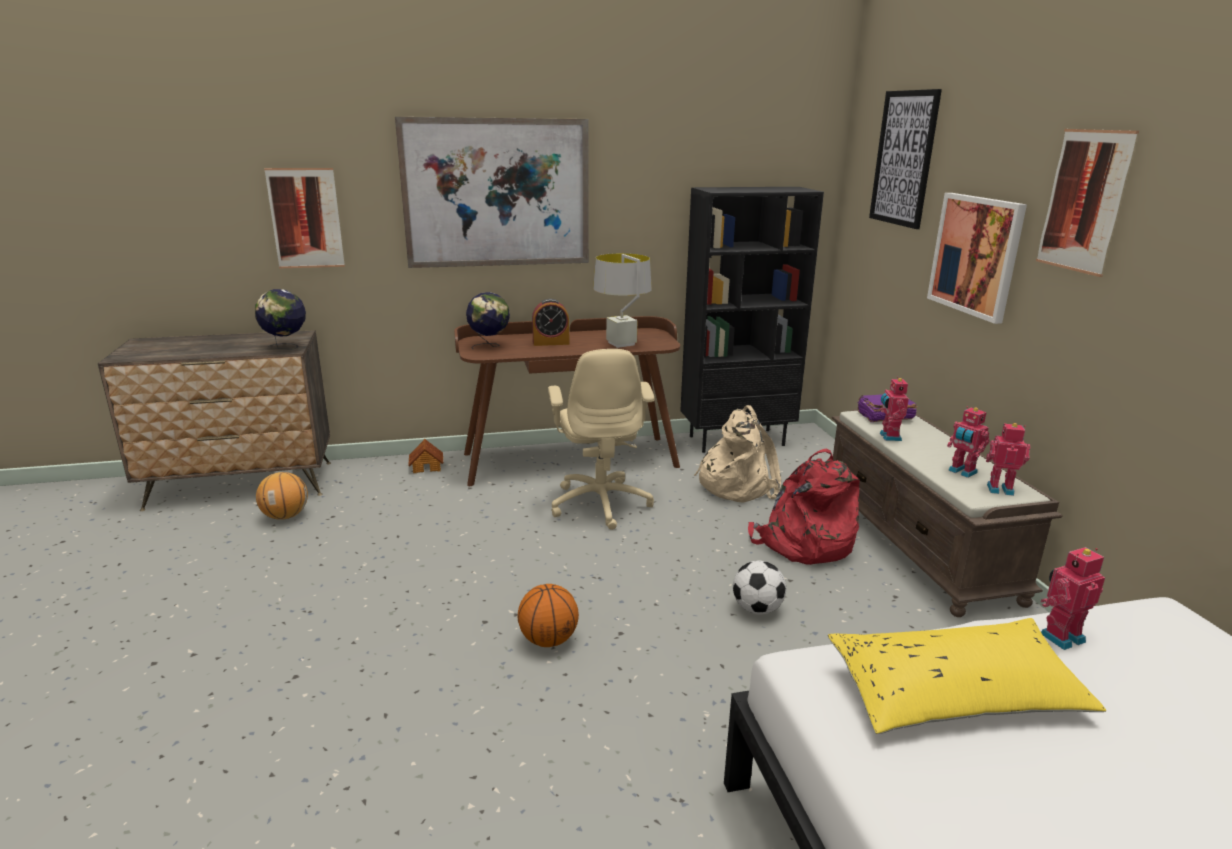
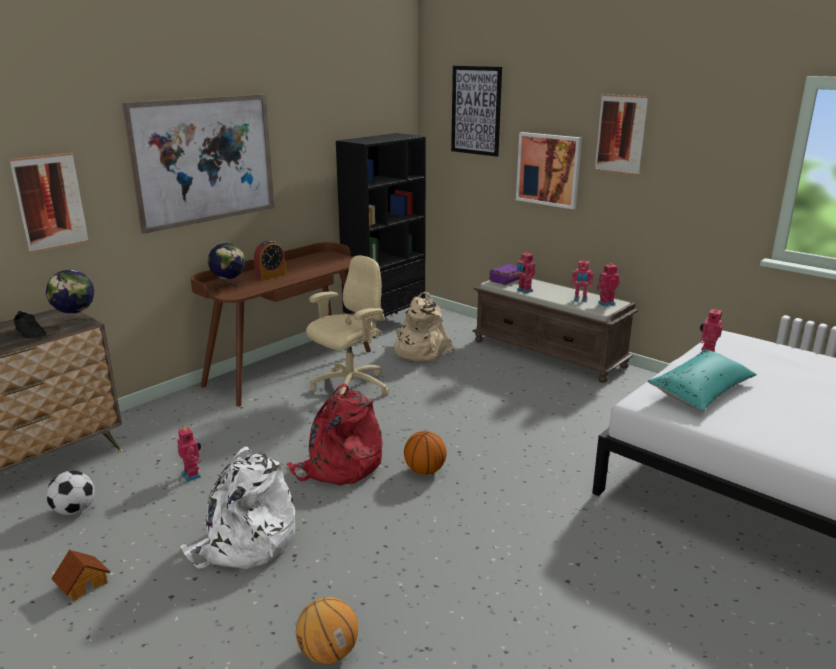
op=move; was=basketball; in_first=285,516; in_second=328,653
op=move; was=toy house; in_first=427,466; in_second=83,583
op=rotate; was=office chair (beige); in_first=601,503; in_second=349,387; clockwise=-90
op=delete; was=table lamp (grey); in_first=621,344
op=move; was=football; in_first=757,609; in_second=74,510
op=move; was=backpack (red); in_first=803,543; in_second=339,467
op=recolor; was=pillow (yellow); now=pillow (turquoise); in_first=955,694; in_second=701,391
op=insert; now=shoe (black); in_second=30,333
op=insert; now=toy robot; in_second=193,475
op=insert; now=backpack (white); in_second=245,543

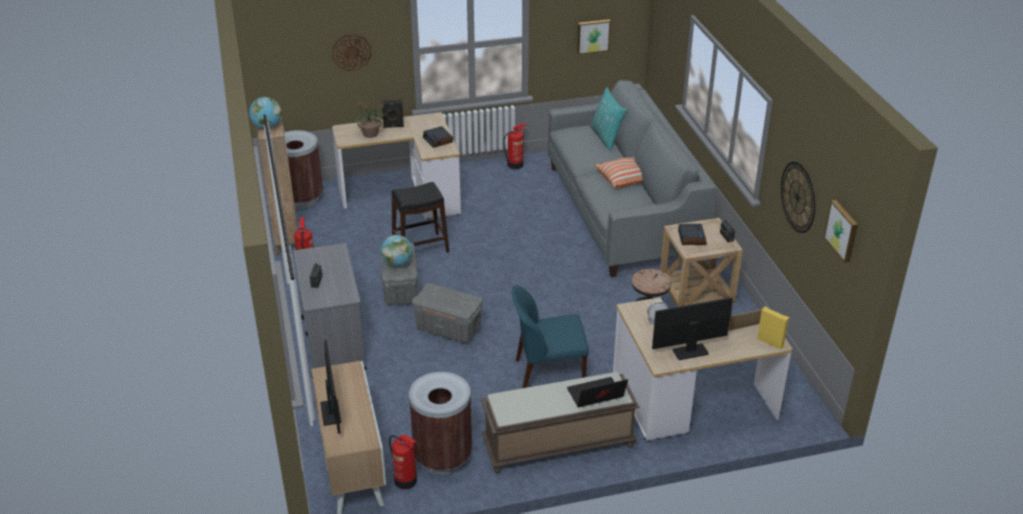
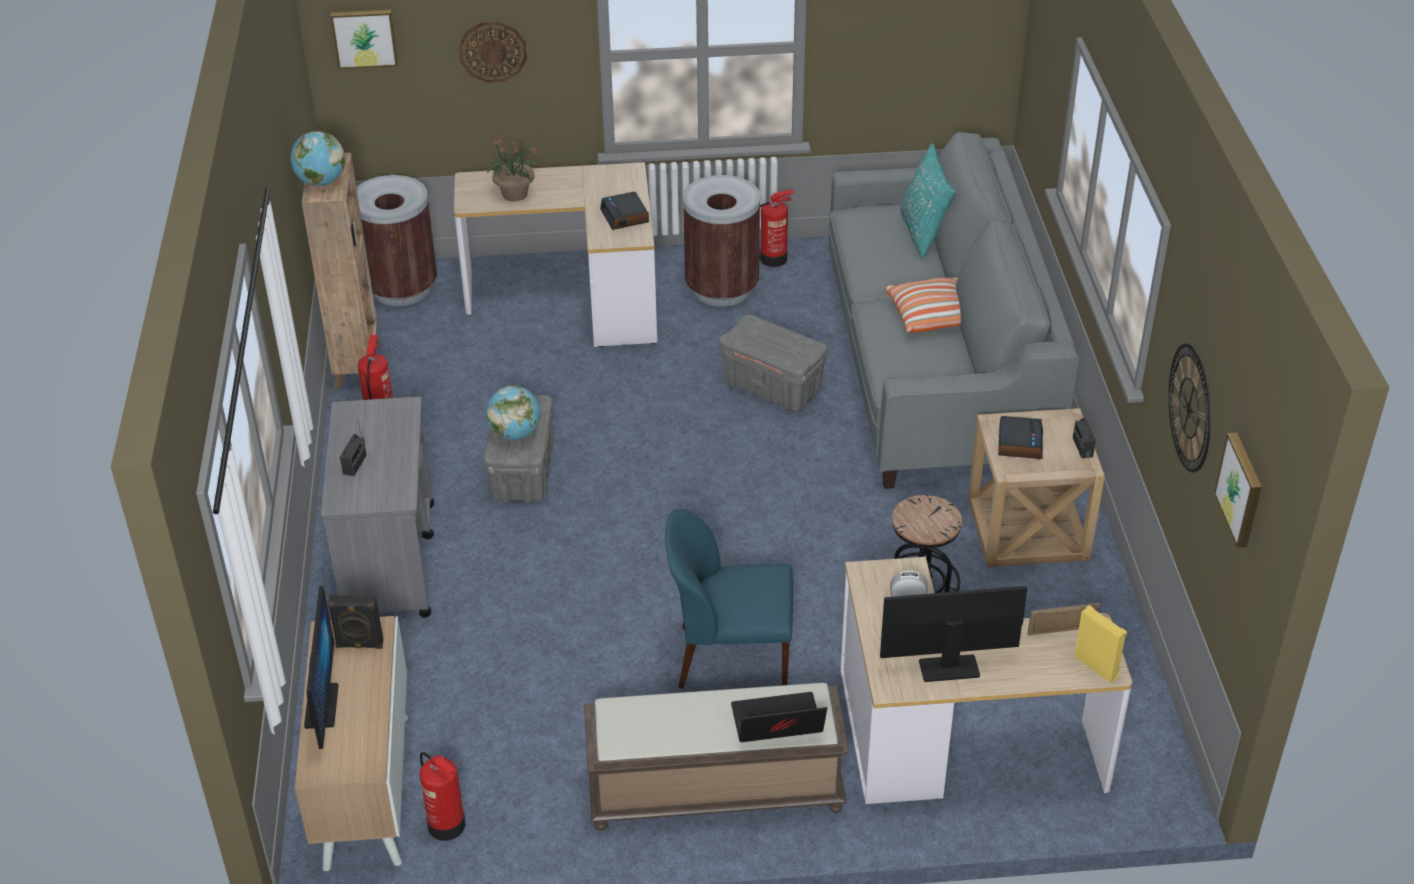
op=move; was=speaker (black); in_first=393,126; in_second=359,645
op=delete; was=stool (black); in_first=420,248
op=move; was=trash can (brown); in_first=443,456; in_second=722,288
op=move; was=storage box (grey); in_first=447,329; in_second=771,387
op=move; was=picture; in_first=593,36; in_second=364,37

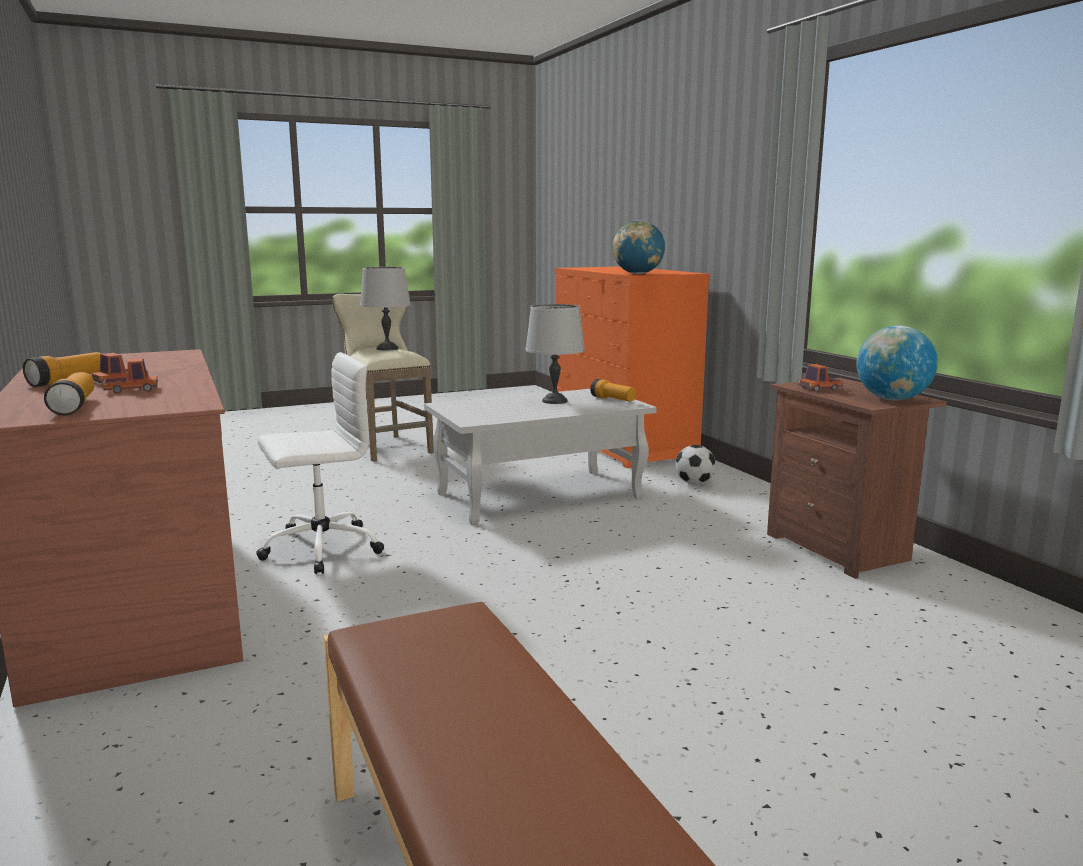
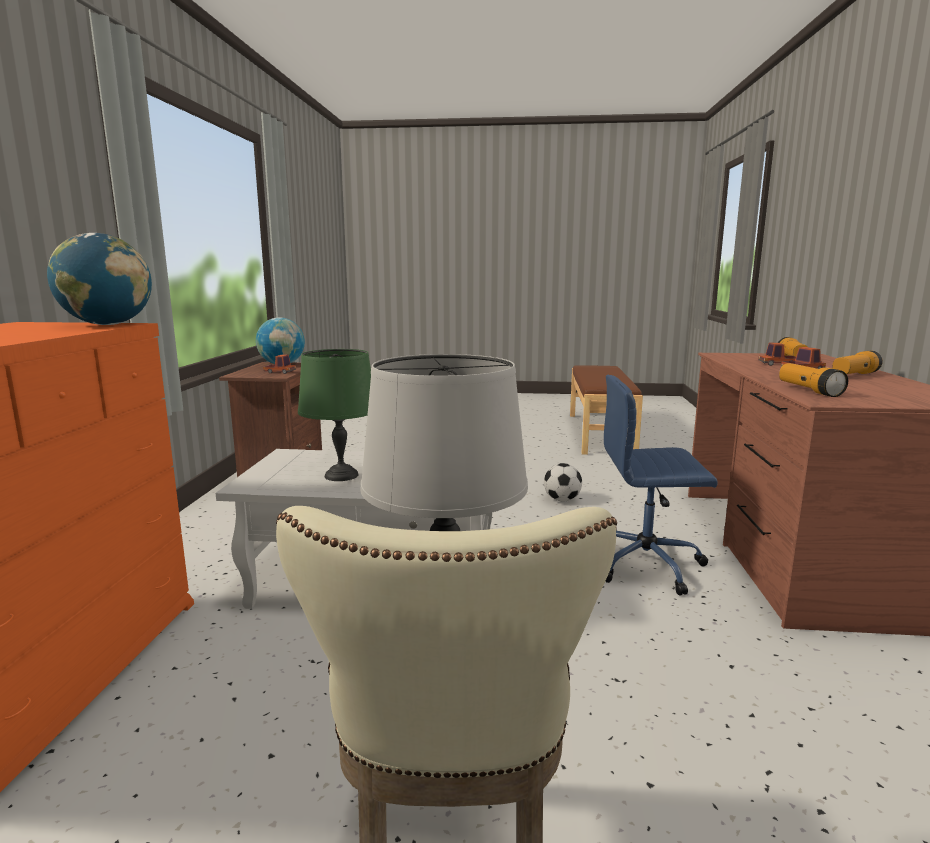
op=recolor; was=office chair (white); now=office chair (blue); in_first=319,548; in_second=647,564
op=recolor; was=table lamp (grey); now=table lamp (green); in_first=555,401; in_second=341,475
op=move; was=flashlight; in_first=613,400; in_second=809,390
op=move; was=football; in_first=694,483; in_second=562,500

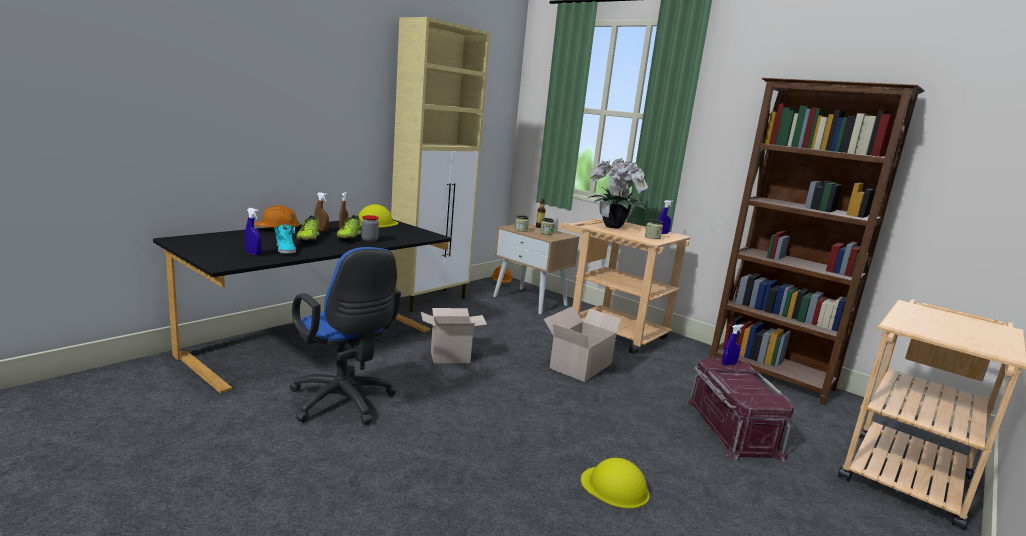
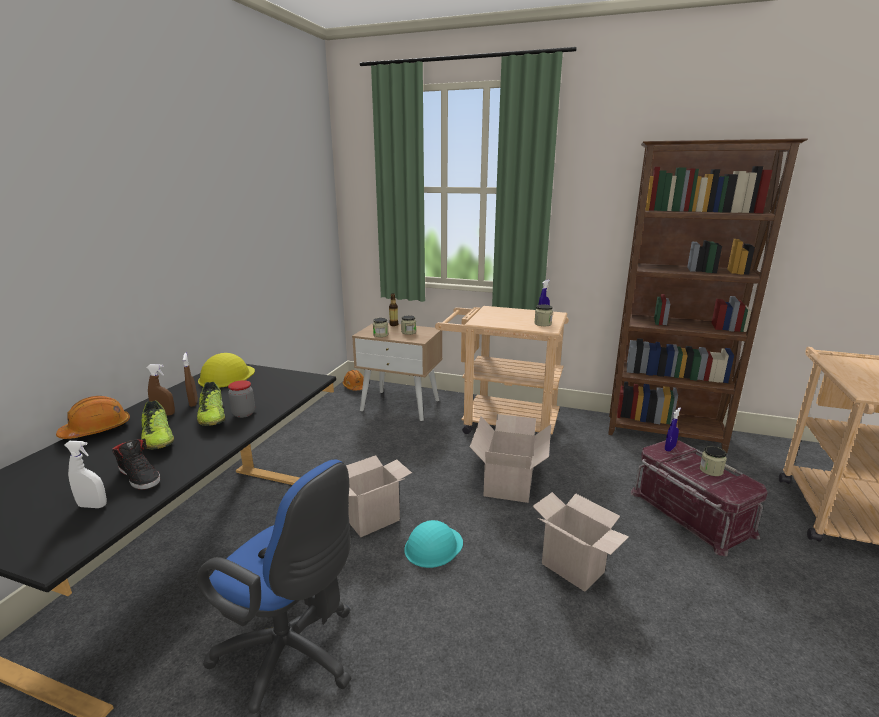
op=recolor; was=spray bottle (blue); now=spray bottle (white); in_first=253,254; in_second=93,506
op=recolor; was=shoe (turquoise); now=shoe (black); in_first=286,250; in_second=140,476
op=delete; was=cabinet (beige); in_first=430,300
op=delete; was=hard hat (yellow); in_first=615,487
op=delete; was=potted plant; in_first=614,227
op=insert; now=hard hat (turquoise); in_second=433,546
op=insert; now=cardboard box; in_second=575,568
op=insert; now=jar; in_second=711,470

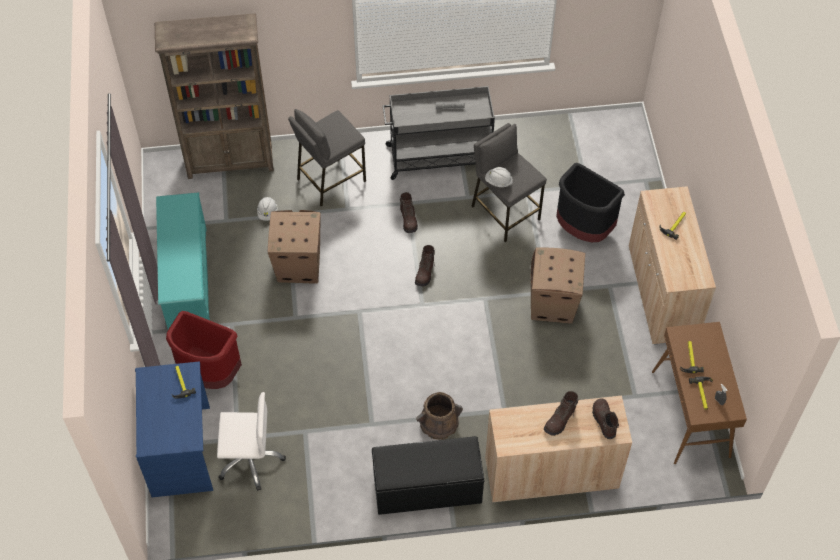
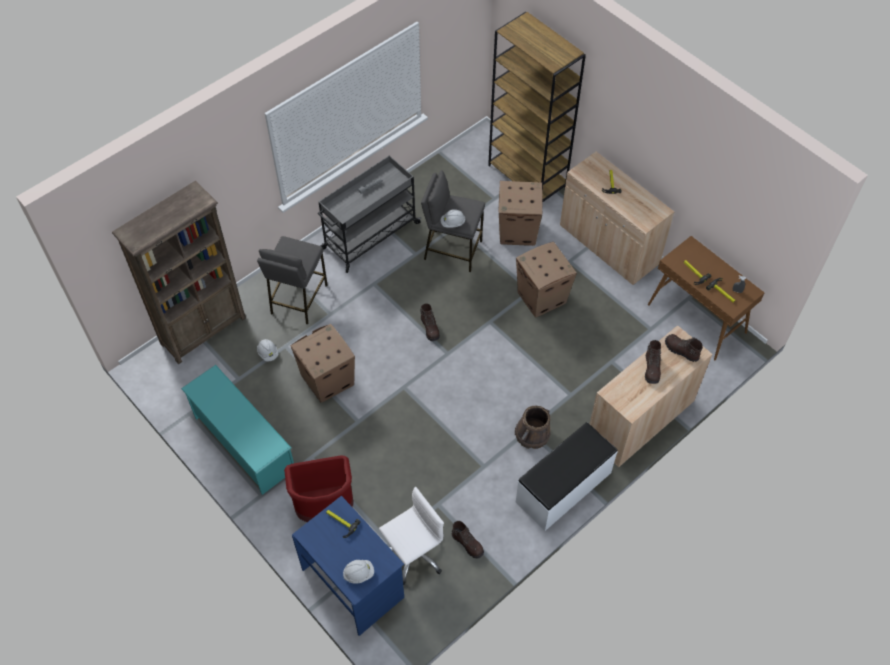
op=recolor; was=bench (black); now=bench (white); in_first=427,488; in_second=564,488
op=move; was=boot (brown); in_first=408,220; in_second=468,544
op=replace; was=trash can (black); now=cardboard box; in_first=583,229; in_second=518,231
op=insert; now=hard hat (white); in_second=359,573
op=insert; now=bookcase (brown); in_second=527,177

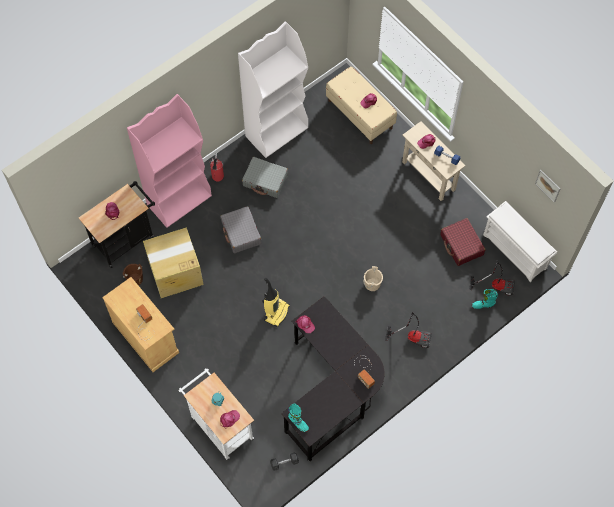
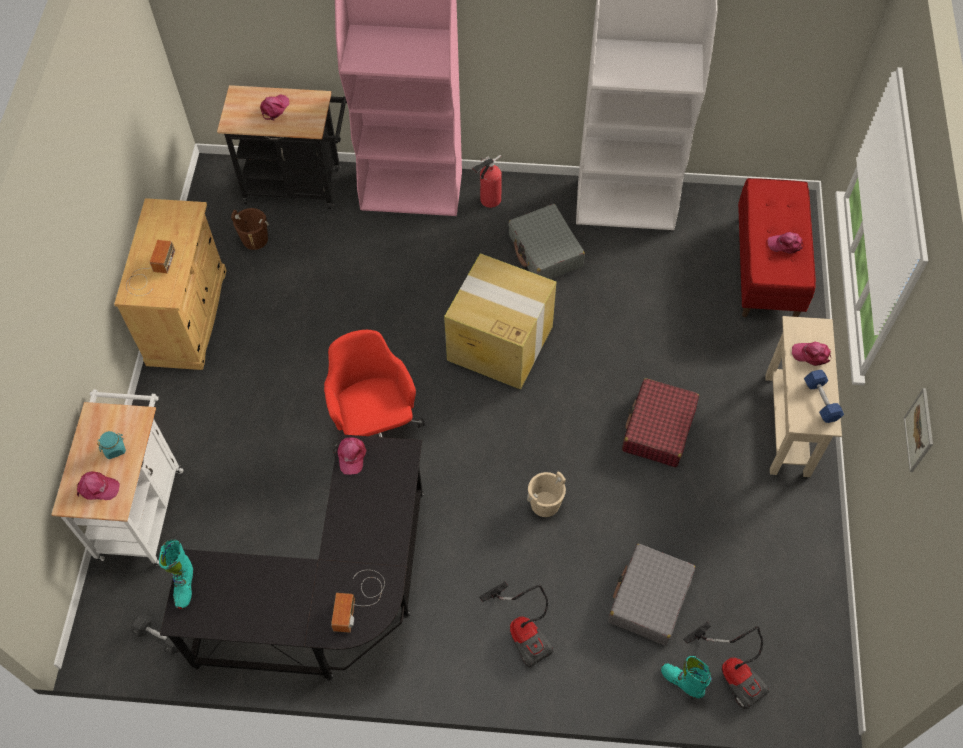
op=move; was=cardboard box; in_first=175,272; in_second=499,343
op=move; was=suitcase (grey); in_first=241,233; in_second=649,599
op=replace; was=vacuum cleaner; now=office chair (red); in_first=276,312; in_second=375,426
op=recolor; was=bench (beige); now=bench (red); in_first=360,114; in_second=767,268
op=move; was=suitcase (red); in_first=461,245; in_second=658,429
op=delete; was=shoe rack (white); in_first=515,251
op=move; was=picture; in_first=548,185; in_second=919,430

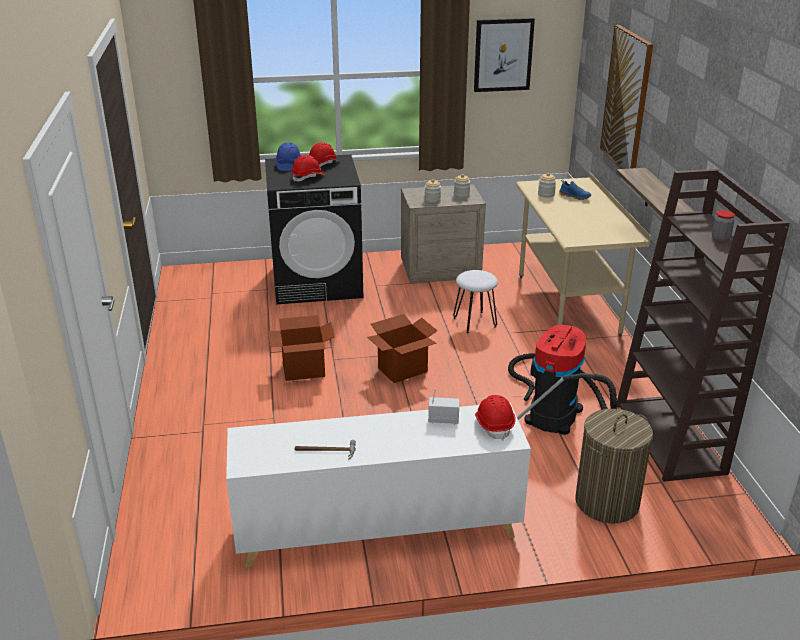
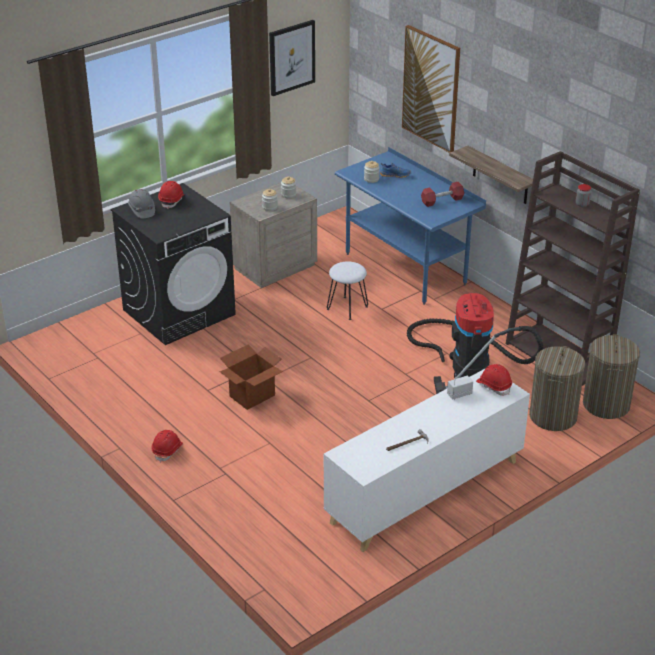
op=recolor; was=hard hat (blue); now=hard hat (grey); in_first=288,165; in_second=142,210
op=move; was=hard hat (red); in_first=308,177; in_second=167,450
op=delete; was=cardboard box; in_first=402,370
op=recolor; was=desk (beige); now=desk (blue); in_first=568,305; in_second=405,269
op=insert; now=dumbbell (red); in_second=442,201
op=insert; now=laundry basket; in_second=606,404

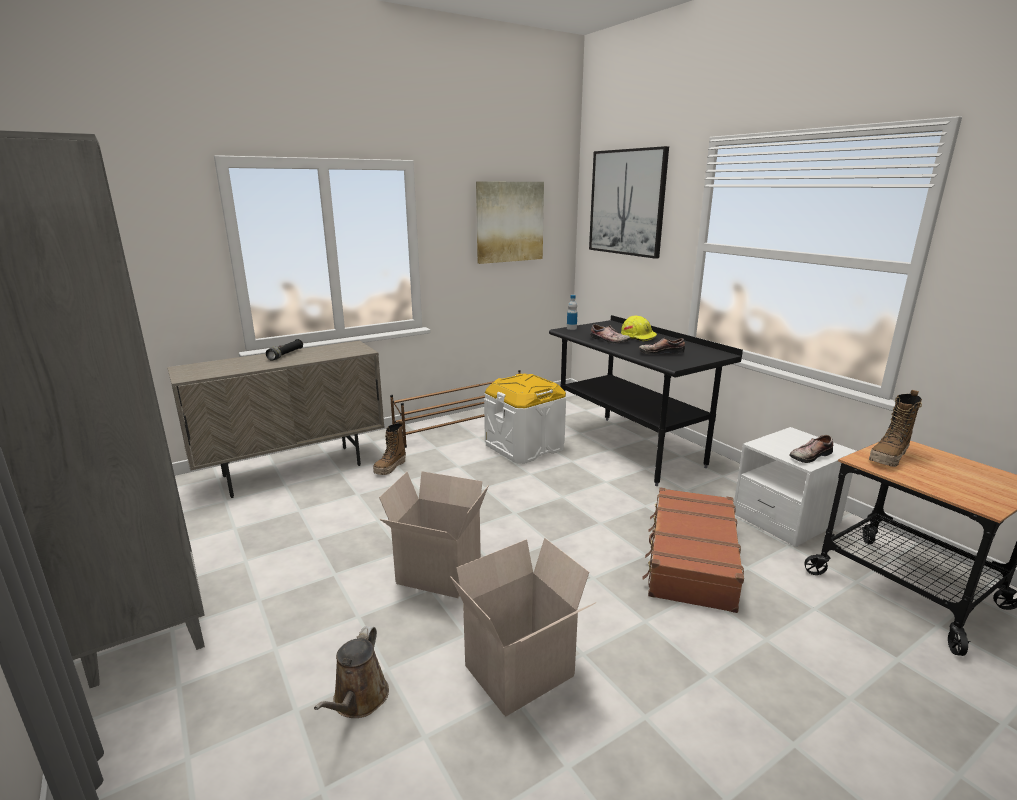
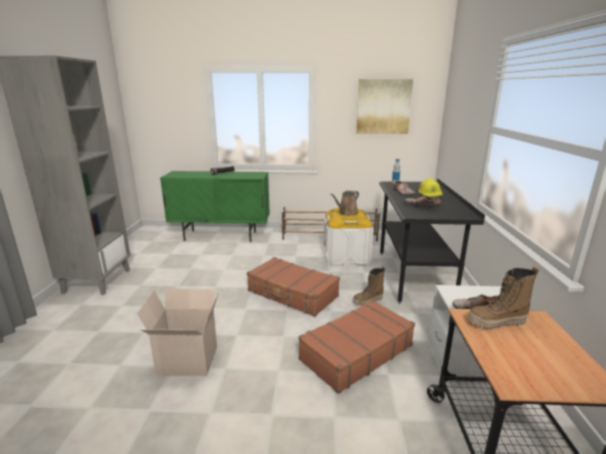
op=recolor; was=cabinet (beige); now=cabinet (green); in_first=293,470; in_second=221,236
op=move; was=watering can (brown); in_first=358,700; in_second=346,213
op=move; was=boot; in_first=390,468; in_second=368,301
op=delete; was=cardboard box; in_first=437,574
op=delete; was=picture; in_first=627,202
op=insert; now=suitcase (brown); in_second=292,294

